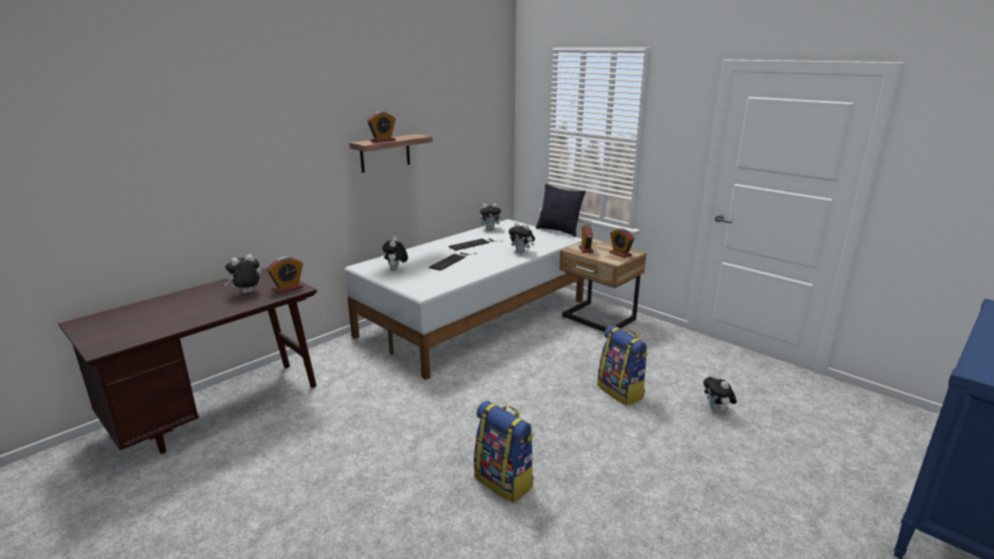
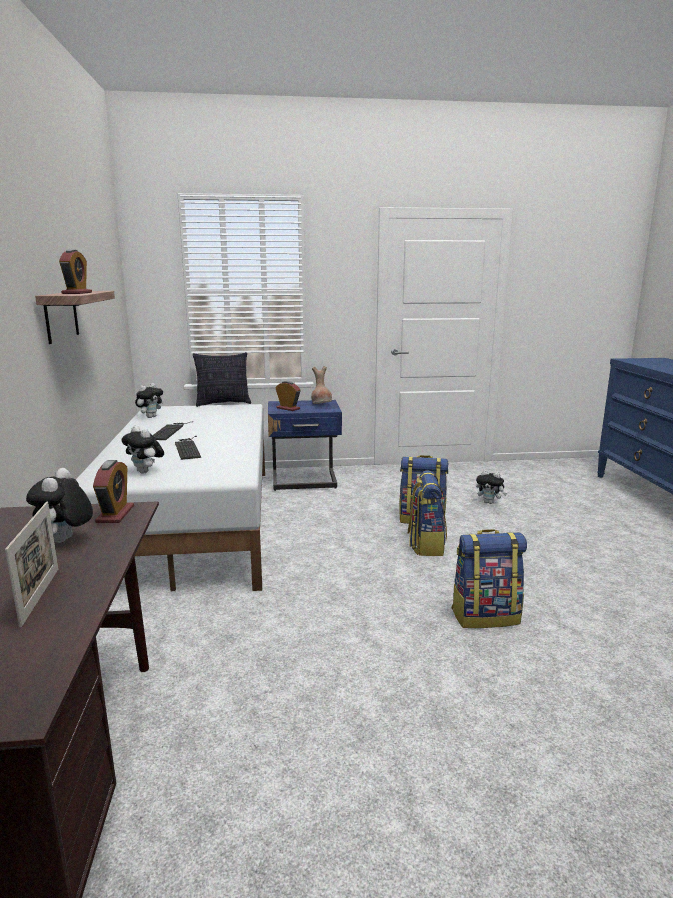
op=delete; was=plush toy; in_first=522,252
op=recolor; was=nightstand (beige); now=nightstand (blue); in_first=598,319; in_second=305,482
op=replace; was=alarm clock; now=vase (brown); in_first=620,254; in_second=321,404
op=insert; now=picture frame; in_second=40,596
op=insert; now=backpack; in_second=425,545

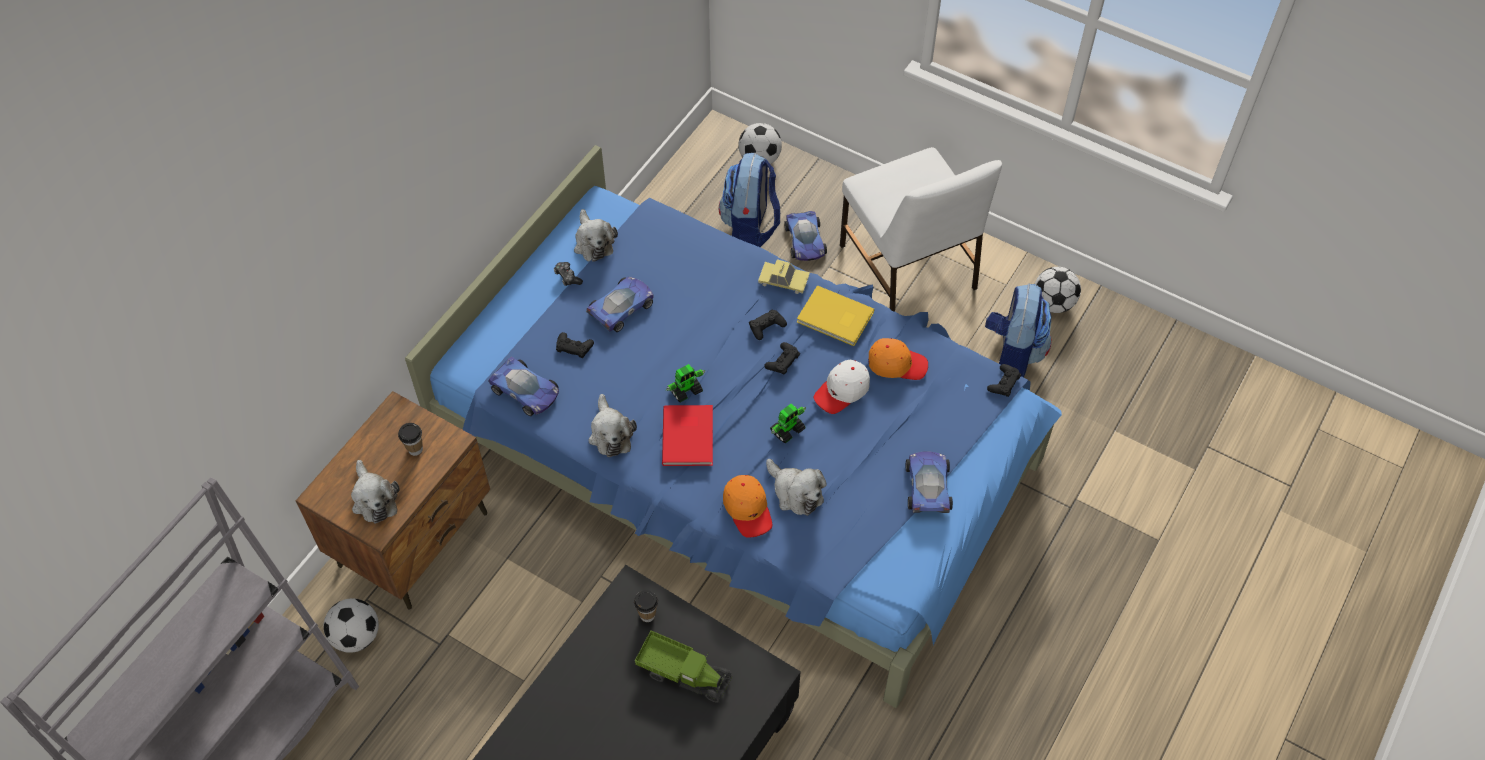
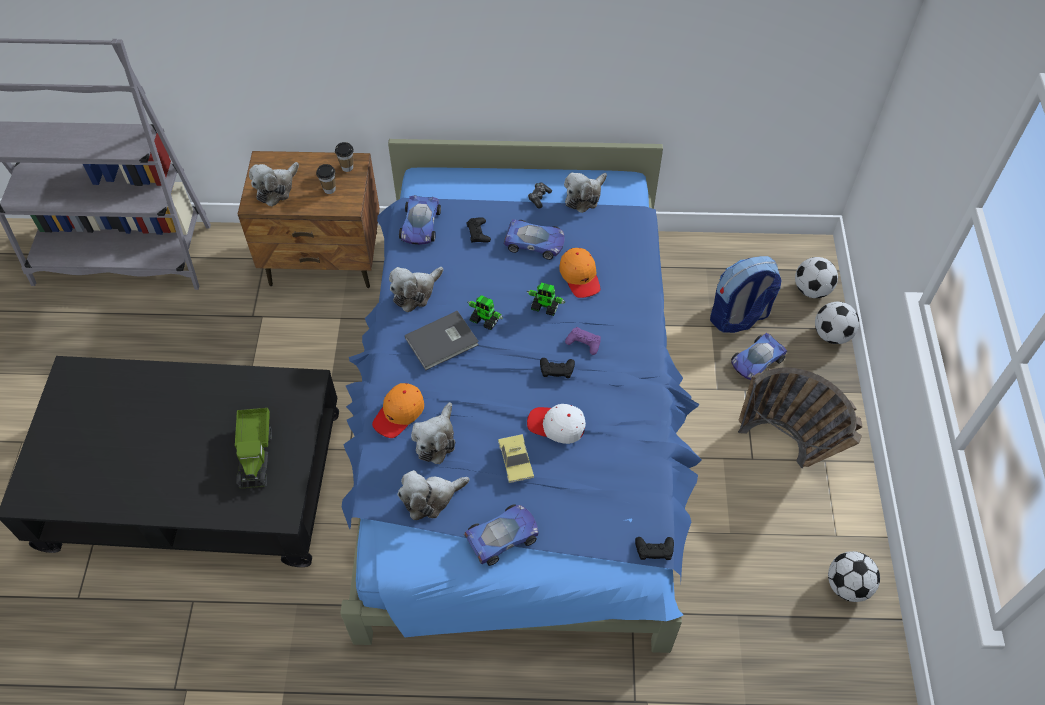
op=move; was=football; in_first=356,636; in_second=831,335
op=move; was=cup; in_first=647,615; in_second=347,167
op=recolor; was=book (red); now=book (grey); in_first=689,436; in_second=443,342
op=recolor; was=game controller (black); now=game controller (purple); in_first=766,326; in_second=583,342
op=move; was=toy car; in_first=783,280; in_second=515,460
op=move; was=toy robot; in_first=788,430; in_second=545,306
op=delete; was=book (yellow); in_first=835,319
op=replace; was=chair (white); now=basket; in_first=908,269; in_second=789,449
op=move; was=cap (orange); in_first=897,364; in_second=580,276
op=delete; was=backpack; in_first=1012,354
op=insert; now=plush toy; in_second=431,498

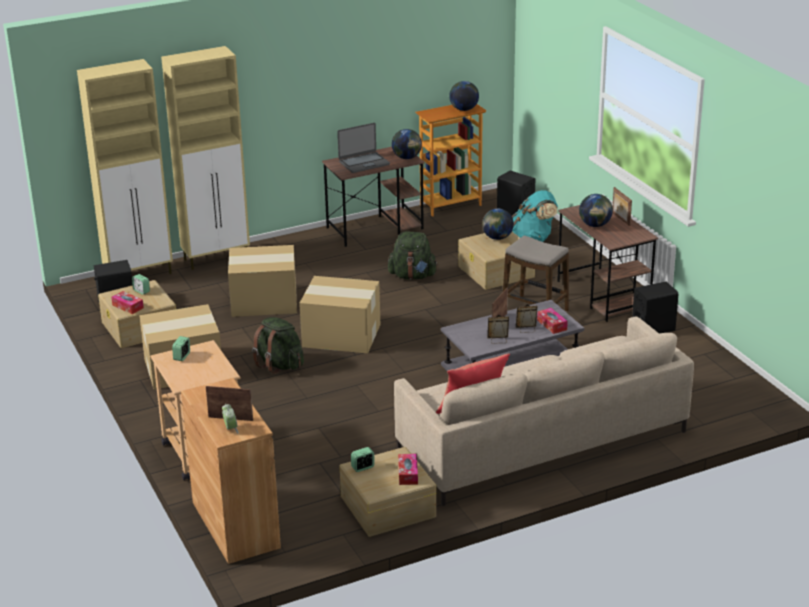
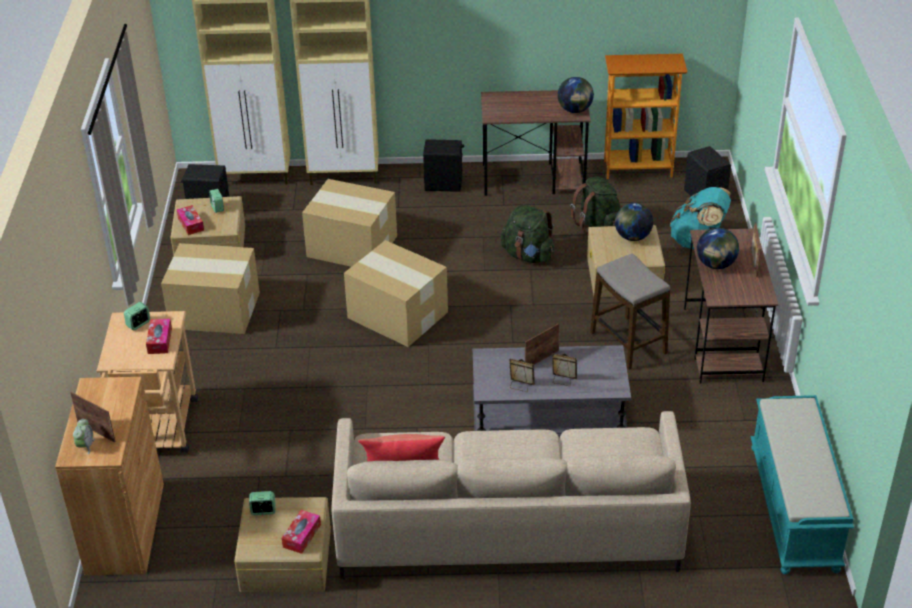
op=move; was=backpack (green); in_first=279,365; in_second=598,226
op=delete; was=laptop; in_first=364,163
op=delete; was=globe; in_first=464,109
op=move; was=tissue box; in_first=552,325; in_second=160,341
op=move; was=speaker (black); in_first=653,328; in_second=443,184
op=insert; now=bench (turquoise); in_second=795,508

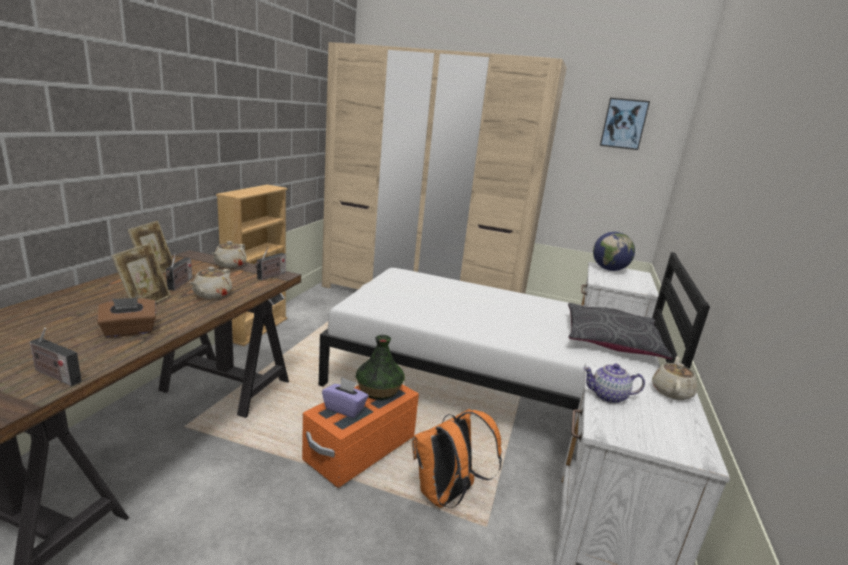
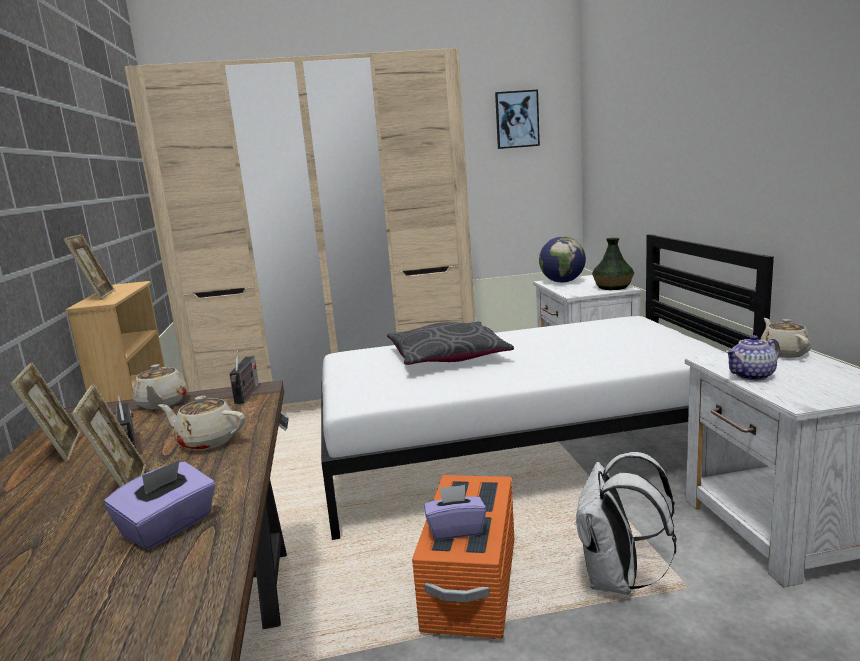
op=delete; was=radio; in_first=55,375
op=recolor; was=tissue box (brown); now=tissue box (purple); in_first=129,331; in_second=169,527
op=rotate; was=teapot (beige); in_first=212,294; in_second=207,441; clockwise=120
op=move; was=vase; in_first=379,390; in_second=613,287
op=recolor; was=backpack (orange); now=backpack (white); in_first=446,495; in_second=617,580
op=move; was=pillow (grey); in_first=611,340; in_second=447,356
op=insert; now=picture frame; in_second=97,296

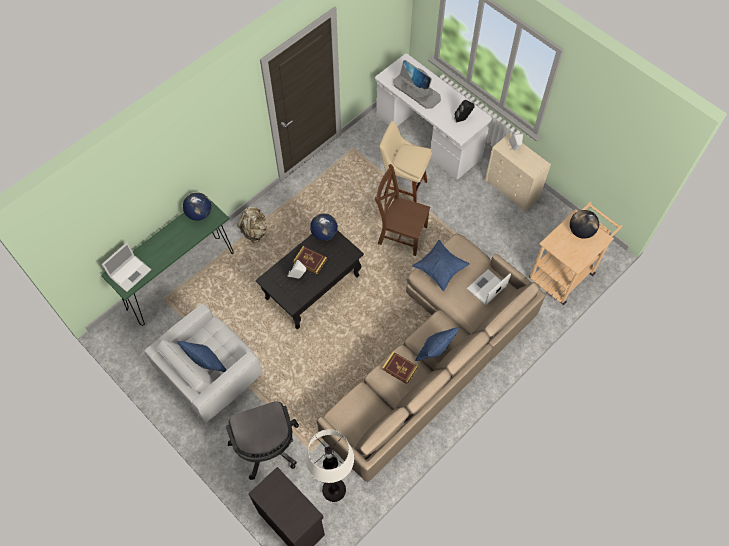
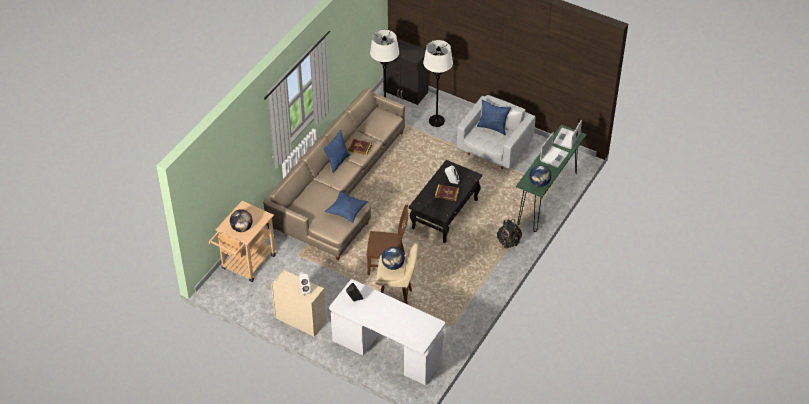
op=replace; was=office chair (black); now=floor lamp (white); in_first=267,448; in_second=436,121
op=recolor; was=backpack (beige); now=backpack (black); in_first=254,231; in_second=508,242
op=move; was=globe; in_first=324,233; in_second=393,265
op=delete; was=monitor; in_first=417,91
op=move; was=laptop; in_first=486,288; in_second=554,156

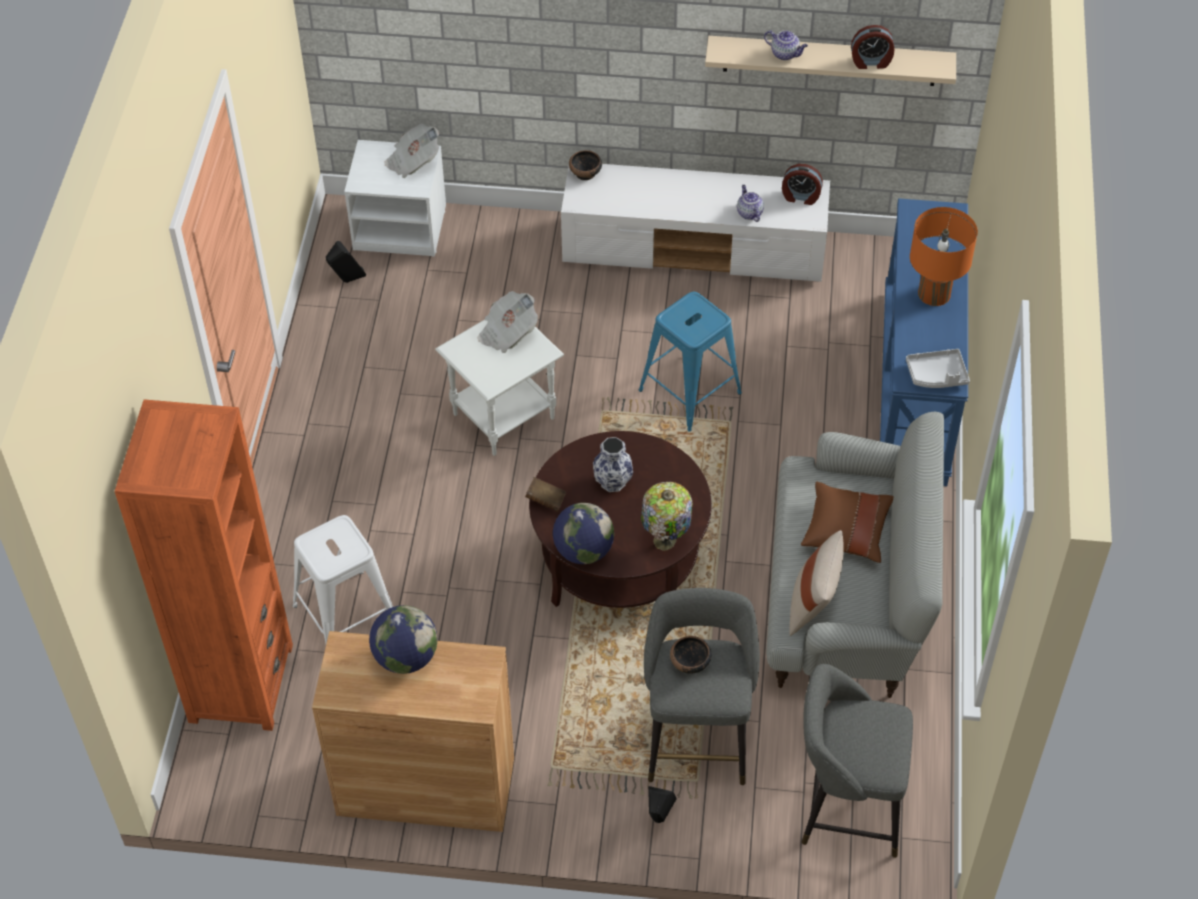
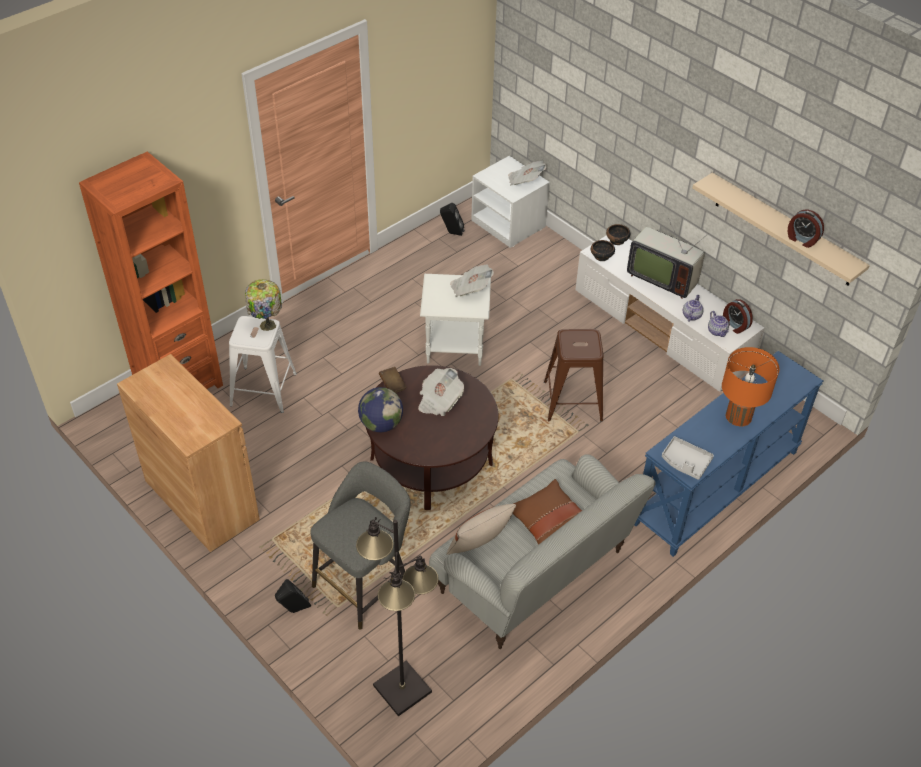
op=delete; was=globe; in_first=405,657
op=replace; was=vase; now=newspaper; in_first=613,482; in_second=439,401
op=recolor; was=stool (blue); now=stool (brown); in_first=690,392; in_second=572,401
op=move; was=table lamp; in_first=665,542; in_second=267,326
op=move; was=bowl; in_first=690,663; in_second=601,256
op=move; was=teapot; in_first=785,54; in_second=717,331
op=replace; was=stool (grey); now=floor lamp (black); in_first=845,806; in_second=402,688
op=insert; now=television; in_second=662,278

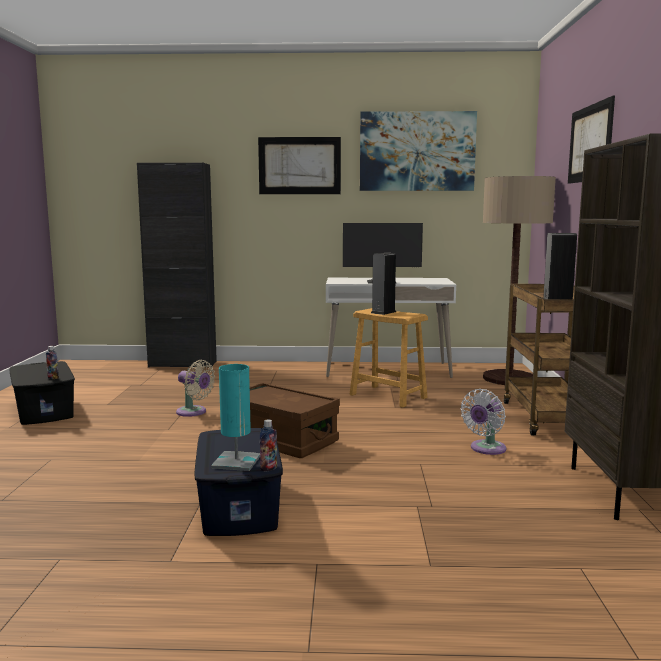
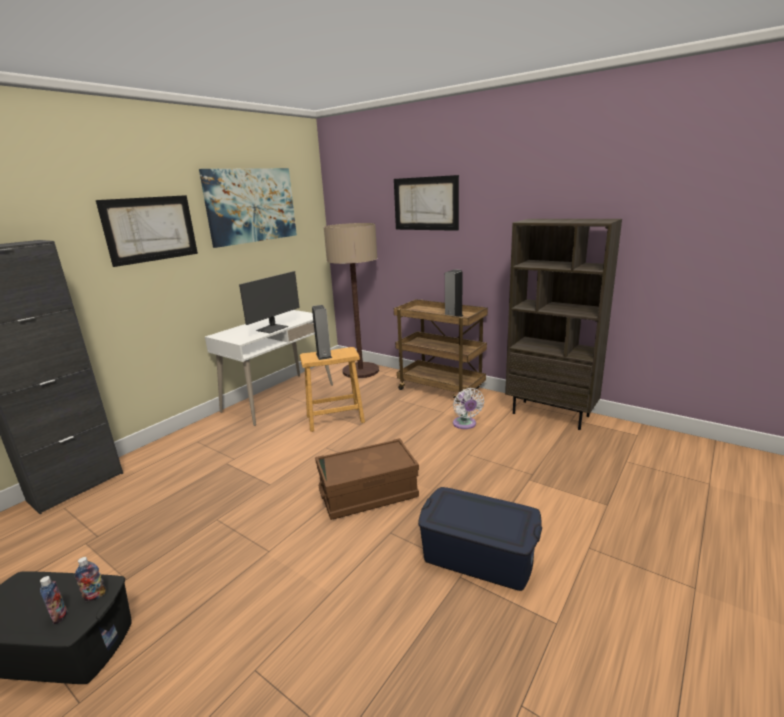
op=delete; was=fan (beige); in_first=193,412
op=delete; was=table lamp (turquoise); in_first=236,462
op=move; was=bottle; in_first=268,468; in_second=60,616

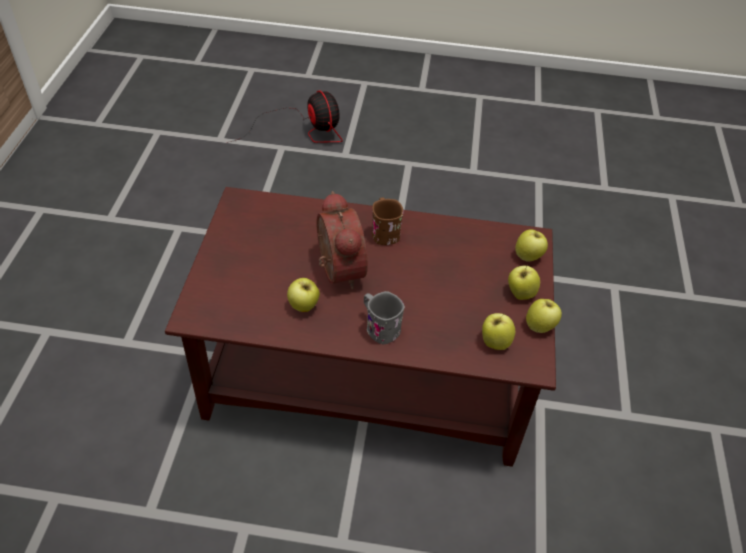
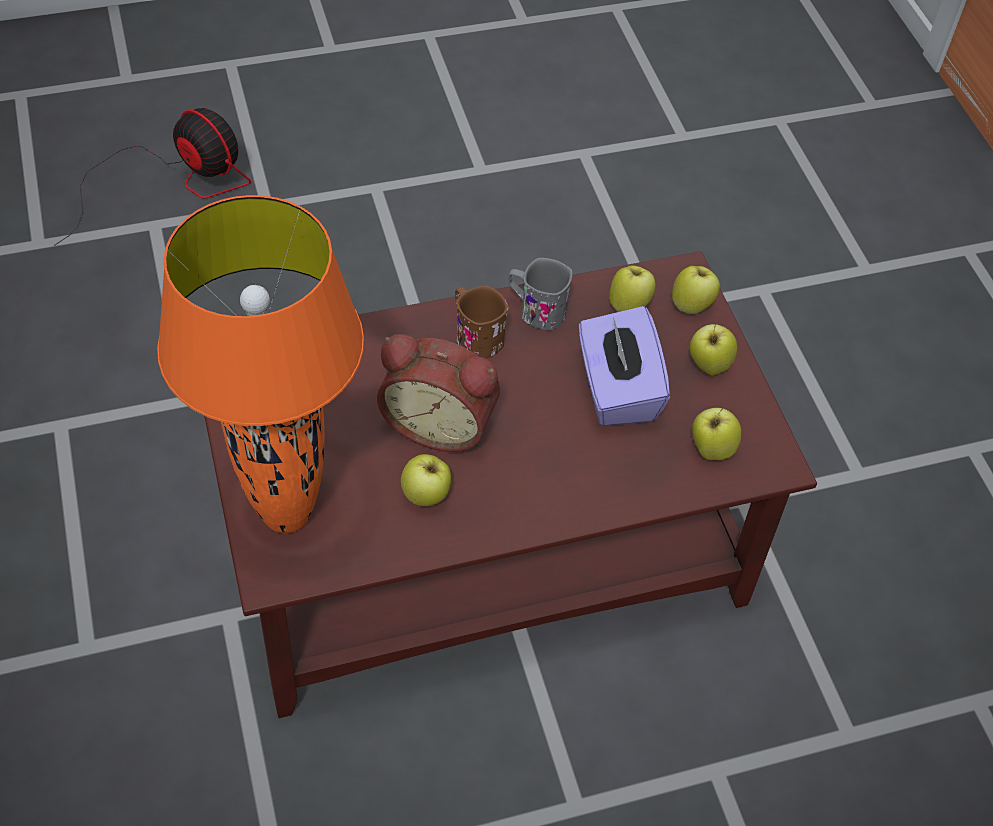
op=rotate; was=alarm clock; in_first=336,270; in_second=440,423; clockwise=150
op=move; was=mug (grey); in_first=379,327; in_second=535,310
op=move; was=apple; in_first=540,326; in_second=629,305
op=insert; now=table lamp (orange); in_second=286,514
op=insert; now=tissue box (purple); in_second=616,389

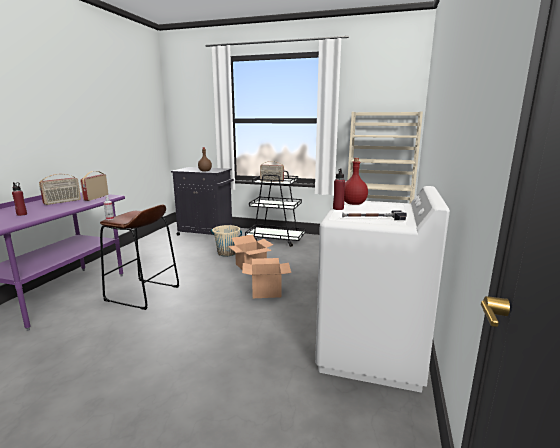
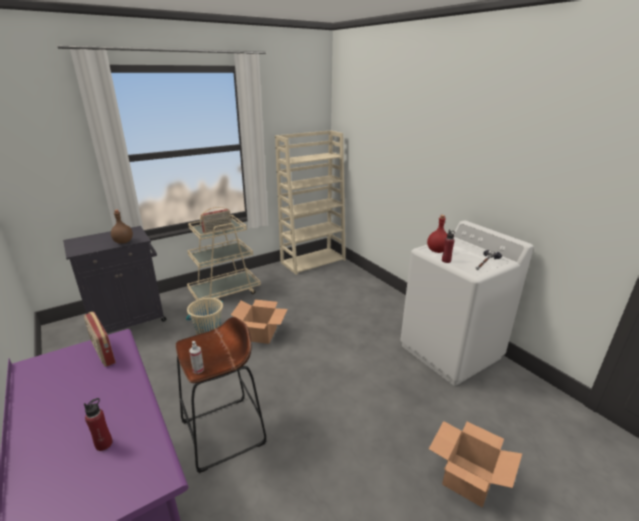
op=delete; was=radio; in_first=62,202
op=move; was=cardboard box; in_first=266,291; in_second=468,480
op=recolor; was=cart (black); now=cart (beige); in_first=276,239; in_second=225,292

